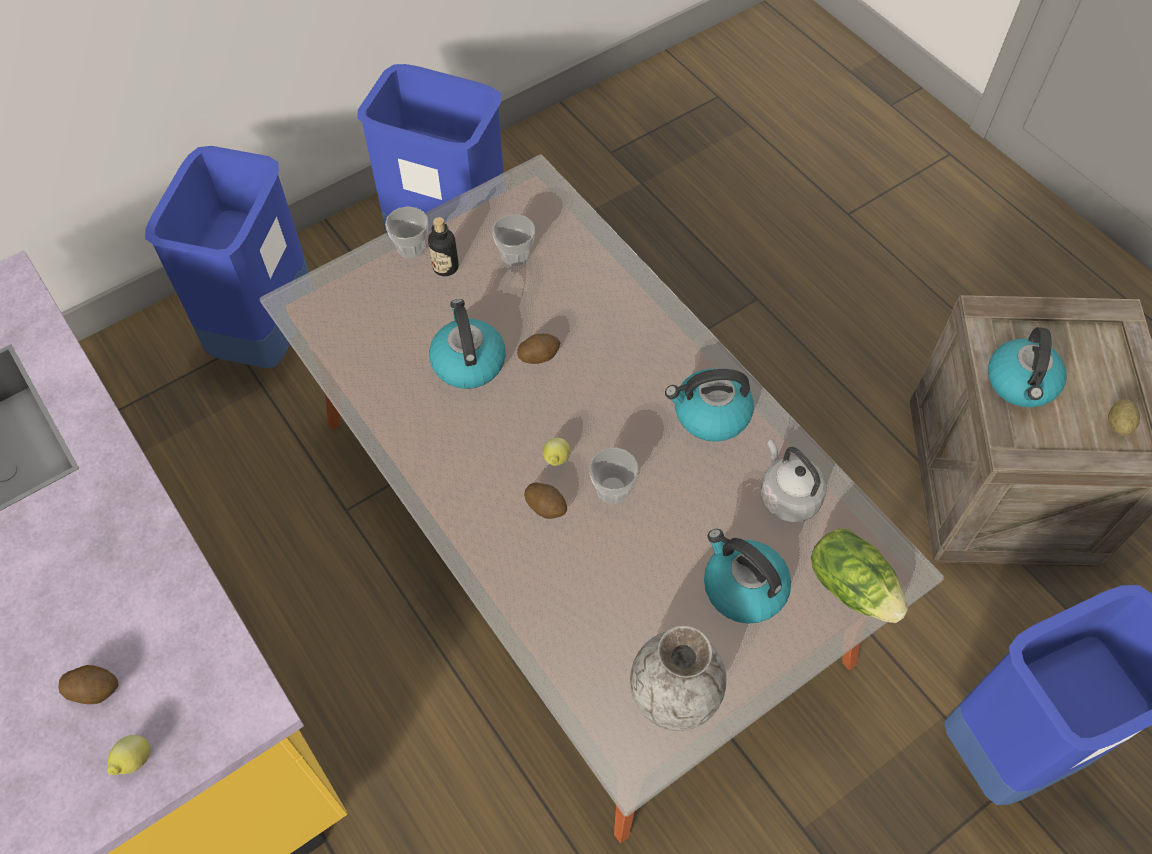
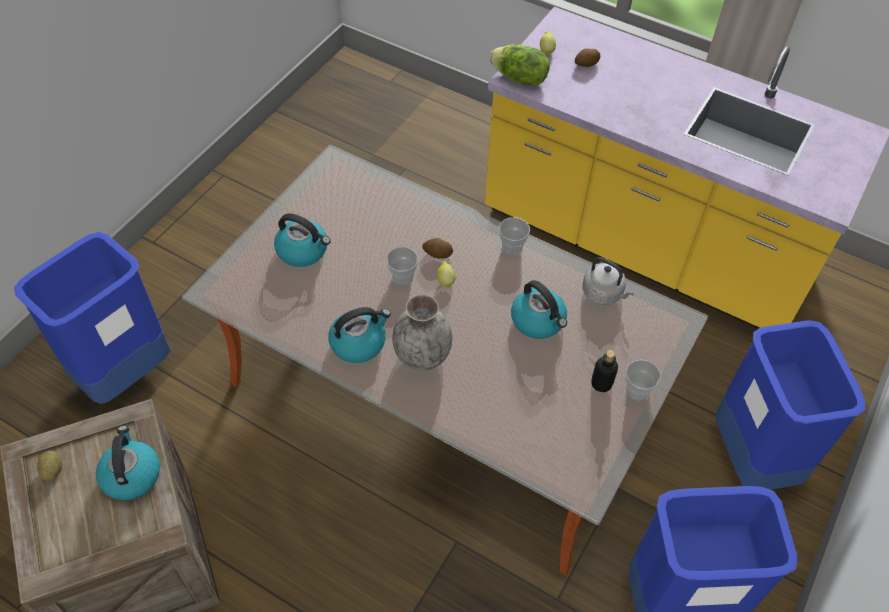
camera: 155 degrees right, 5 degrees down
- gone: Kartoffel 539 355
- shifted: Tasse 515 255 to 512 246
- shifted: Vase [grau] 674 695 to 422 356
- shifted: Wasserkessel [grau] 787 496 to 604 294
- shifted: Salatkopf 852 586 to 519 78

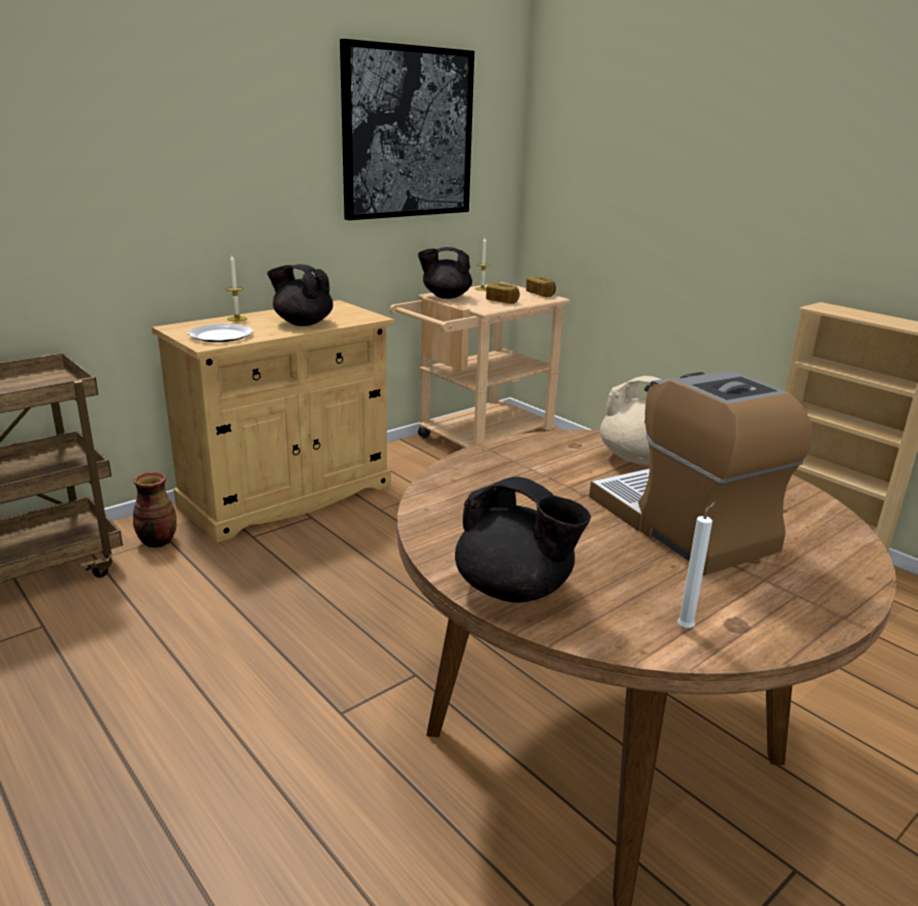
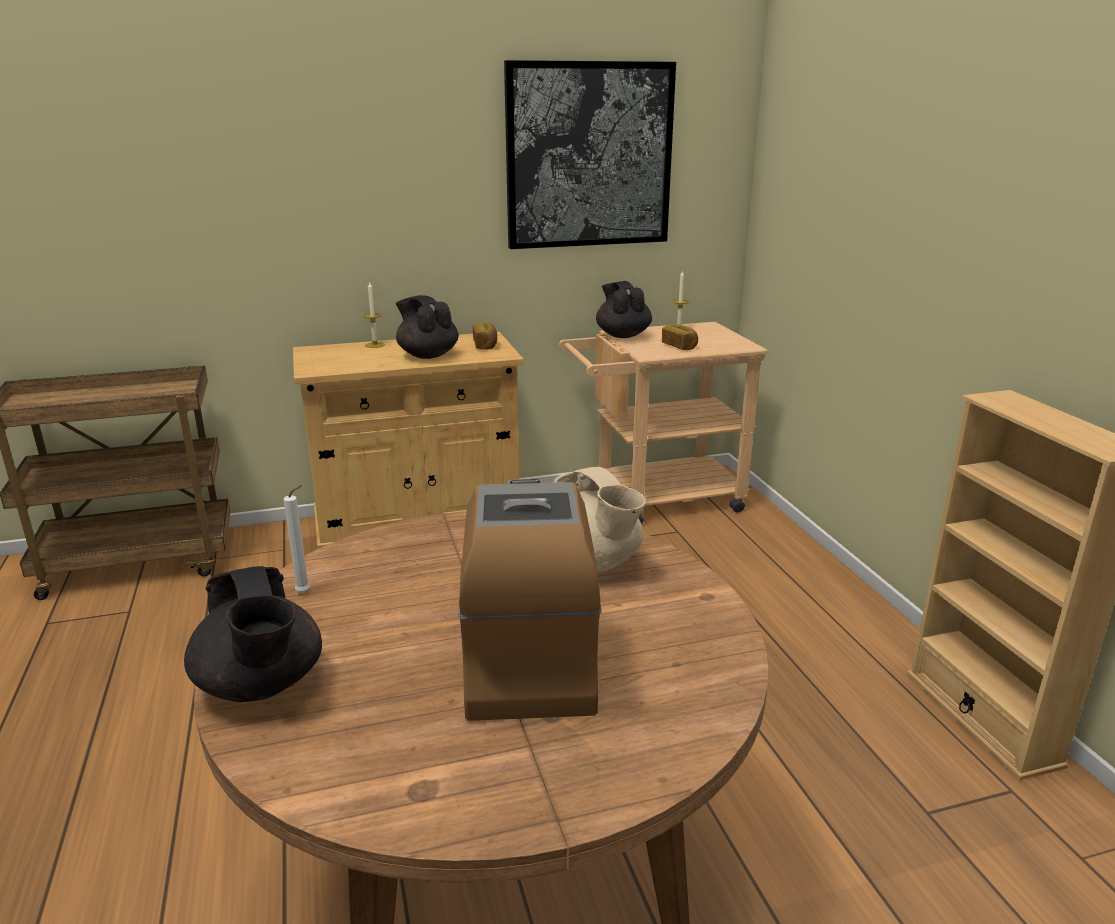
camera: 25 degrees right, 0 degrees up
- gone: Vase 156 542
- gone: Teller 221 335
- shifted: Brot 540 294 to 485 345
- shifted: Kerze [weiß] 687 627 to 305 592
- rotated: Teekanne [schwarz] 445 296 = 622 335 45 degrees clockwise

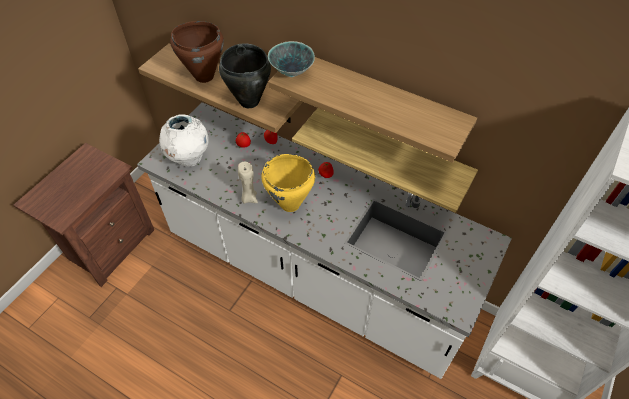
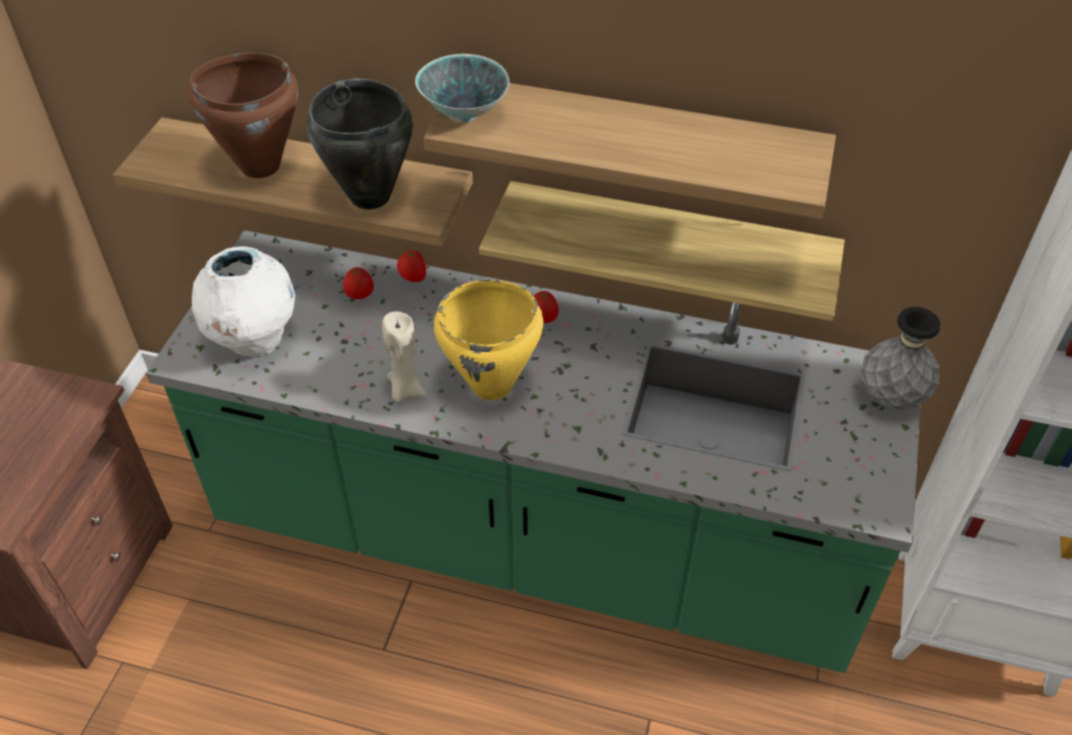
camera: 15 degrees left, 5 degrees down
- new: Vase [grau] 891 398
- repainted: Küchenzeile [weiß] 314 275 to Küchenzeile [grün] 536 540

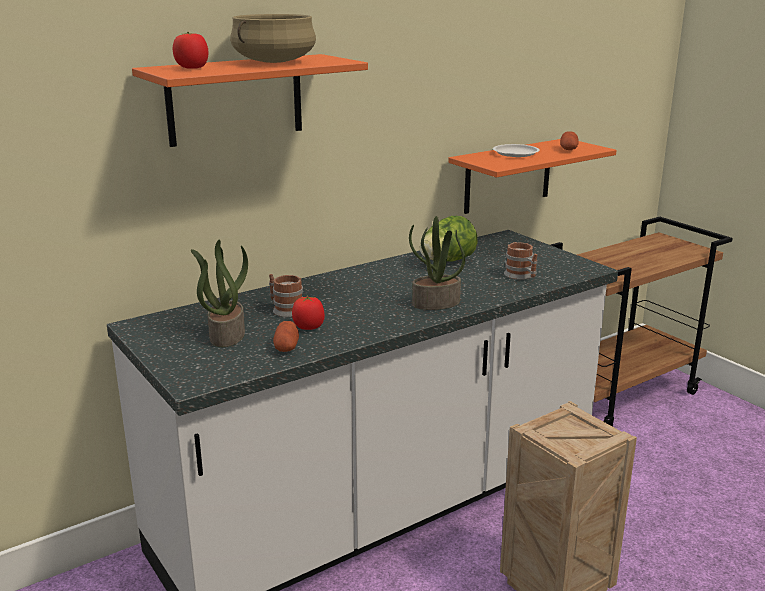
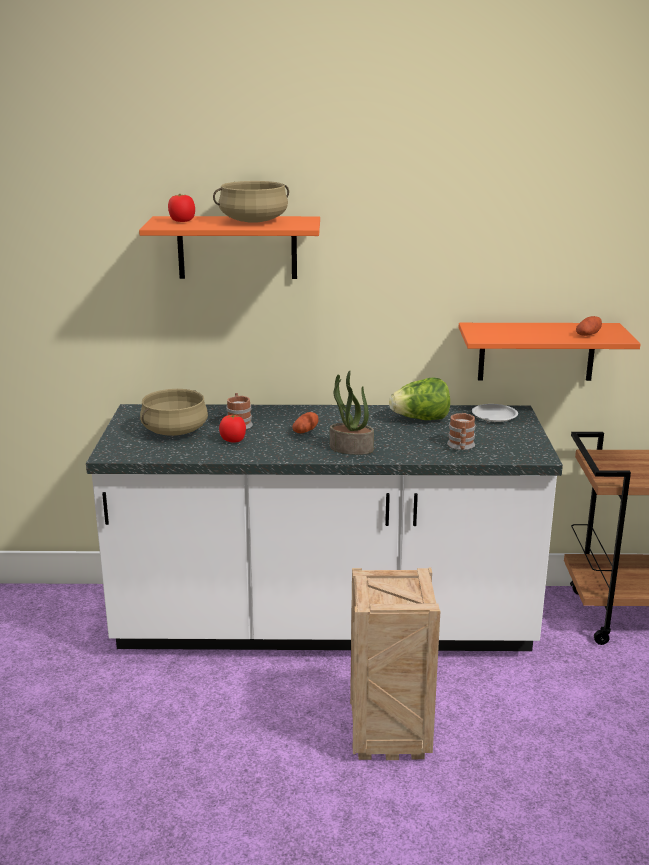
camera: 35 degrees right, 0 degrees up
- shifted: Kartoffel 286 347 to 305 431
- shifted: Teller [weiß] 515 153 to 494 416
- swapped: Topfpflanze 226 335 to Kochtopf [beige] 174 431

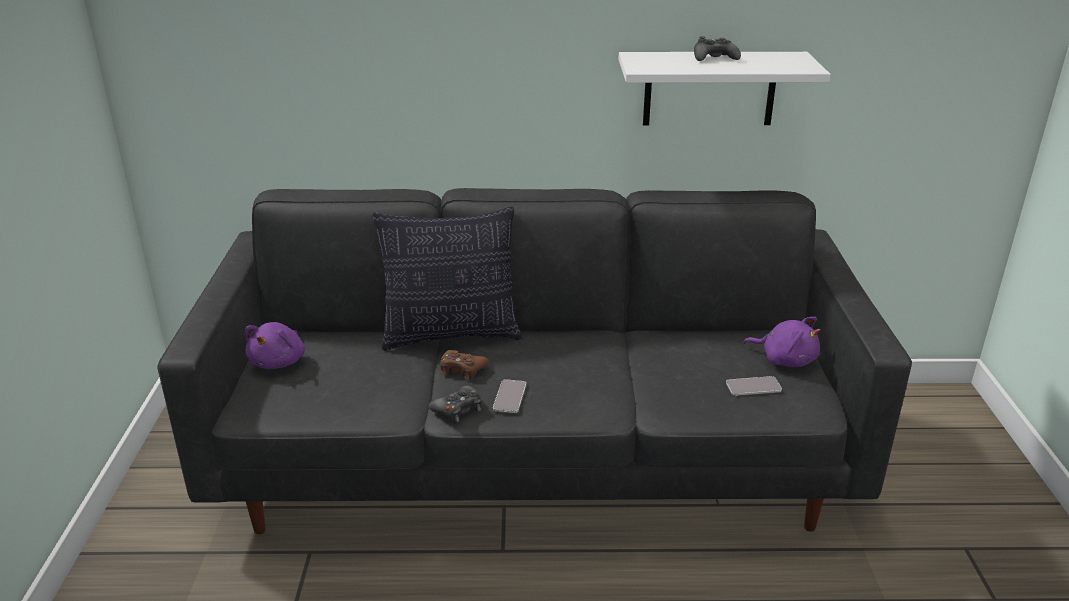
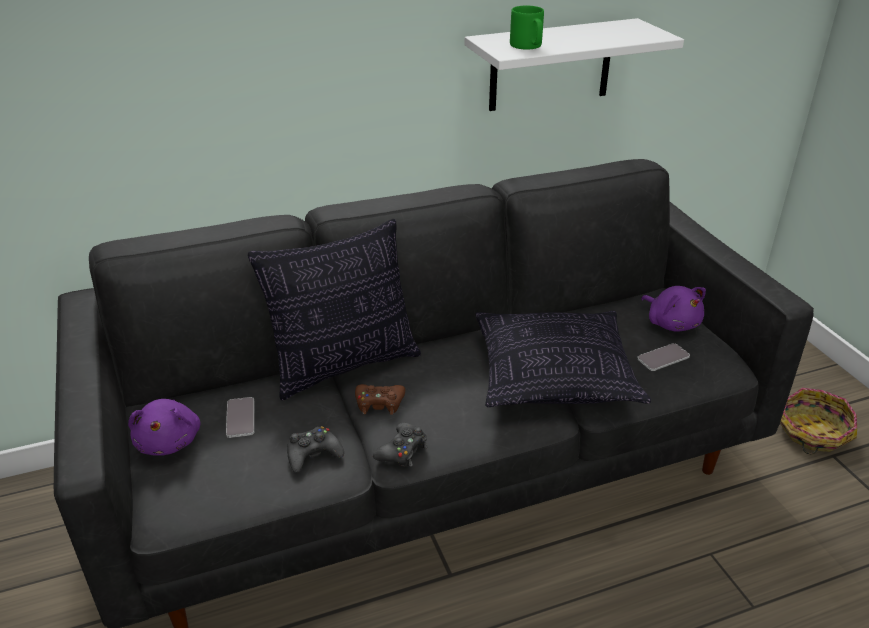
camera: 20 degrees left, 5 degrees up
- new: Kissen 554 377
- new: Henkelbecher [grün] 527 46
- new: Korb 812 432
- shifted: Handy 509 397 to 240 418
- shifted: Gamepad [schwarz] 714 58 to 313 454
- rotated: Plüschtier [lila] 785 359 = 671 323 45 degrees clockwise

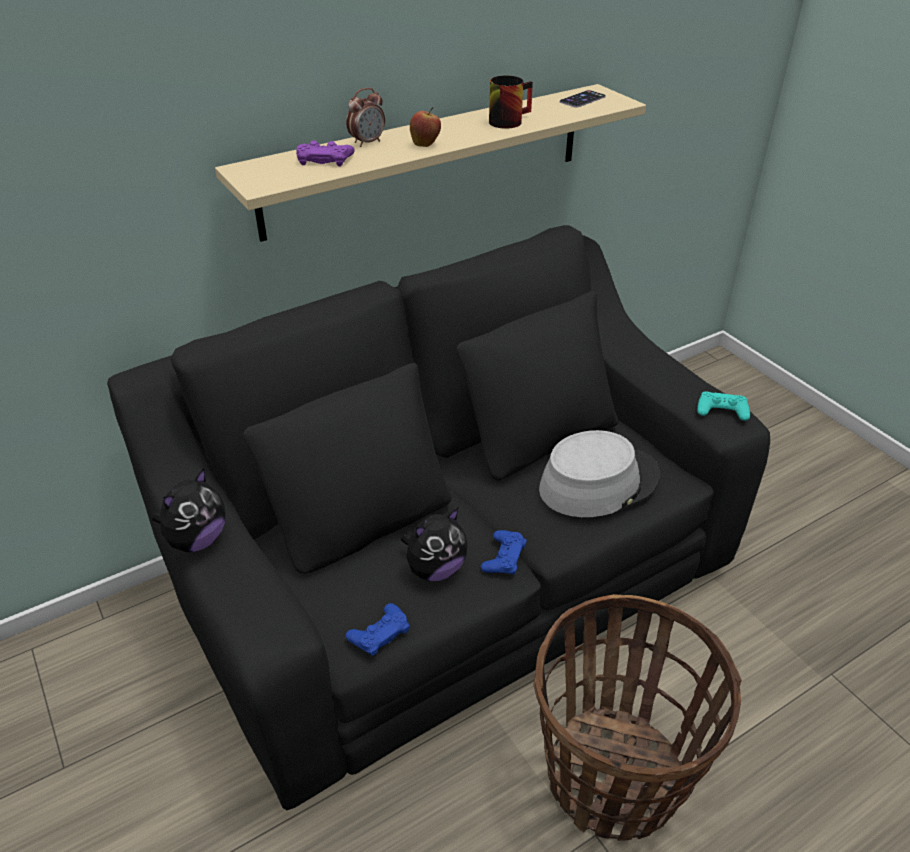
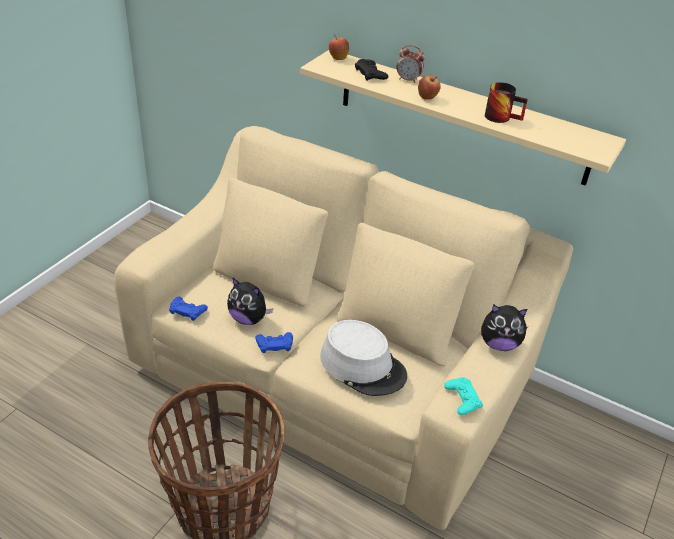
camera: 60 degrees right, 0 degrees up
- gone: Handy 582 99
- new: Apfel 338 58
- shifted: Plüschtier 197 540 to 499 344
- repainted: Sofa [schwarz] 454 577 to Sofa [beige] 329 378
- repainted: Gamepad [lila] 324 159 to Gamepad [schwarz] 370 74

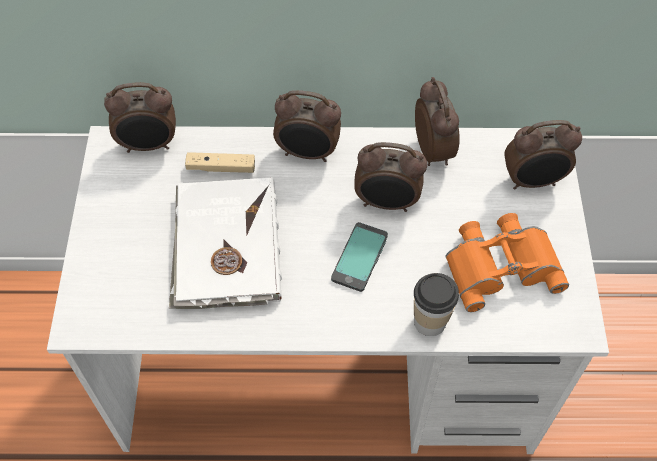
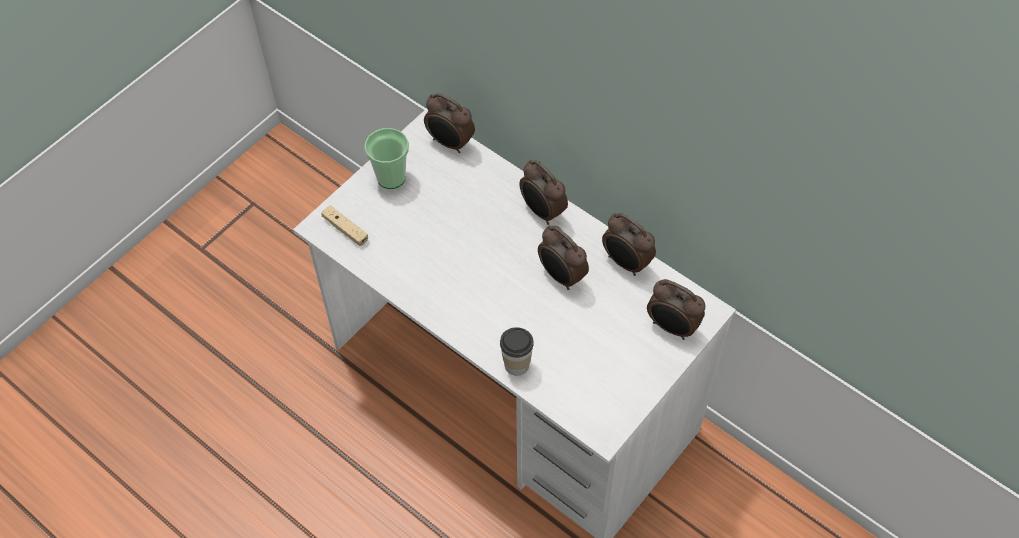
camera: 40 degrees right, 0 degrees up
- gone: Buch [weiß] 225 247
- gone: Handy 360 257
- gone: Fernglas [orange] 501 264
- new: Tasse 391 177
- shifted: Gamepad [beige] 221 168 to 345 229
- rotated: Wecker 433 150 = 626 263 105 degrees clockwise

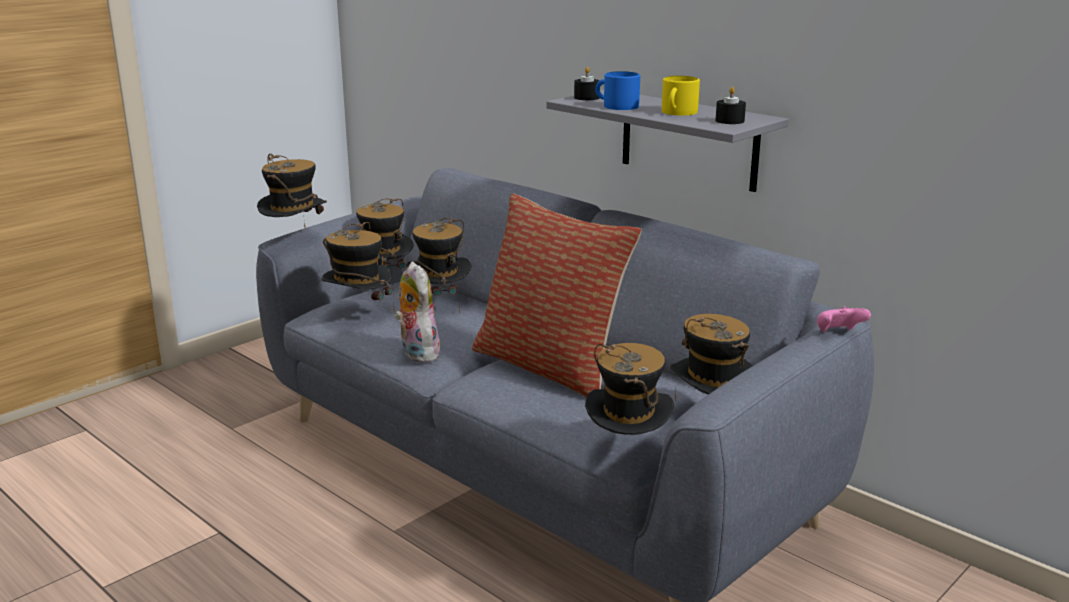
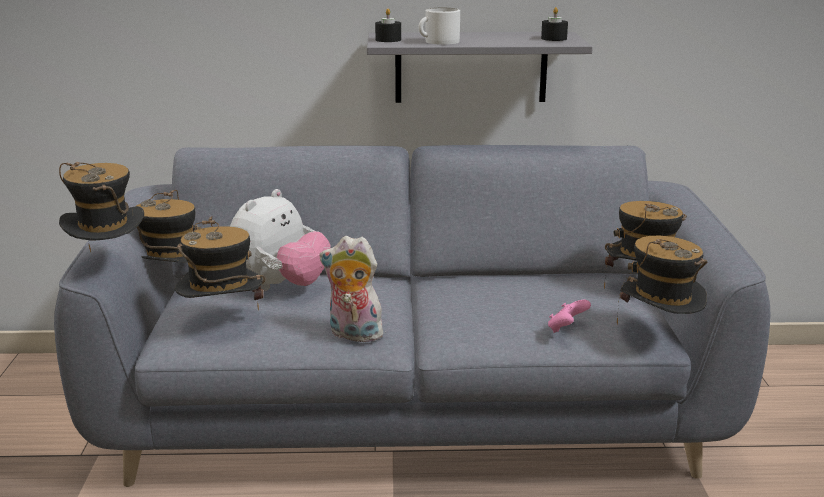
camera: 45 degrees left, 0 degrees up
- gone: Kissen 551 366
- gone: Henkelbecher [gelb] 677 112
- shifted: Gamepad [rosa] 838 333 to 566 329
- swapped: Hut 440 303 to Plüschtier 279 287
- repainted: Henkelbecher [blau] 616 106 to Henkelbecher [weiß] 438 42

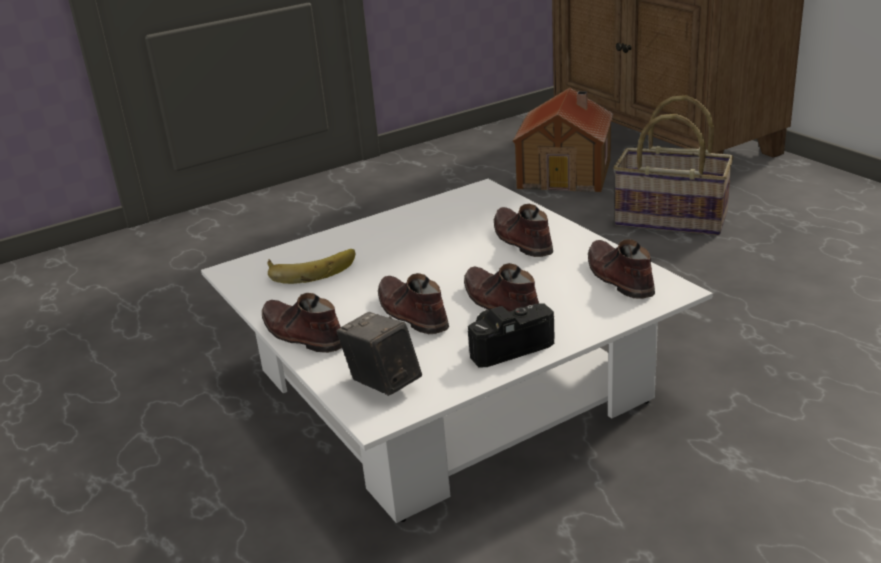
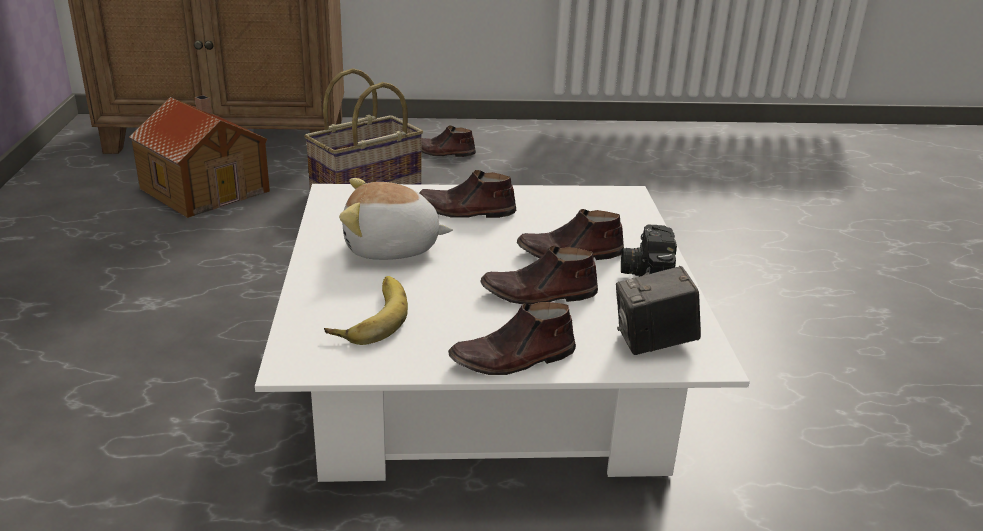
camera: 65 degrees left, 0 degrees up
- new: Plüschtier 391 248
- shifted: Schuh [braun] 618 277 to 443 152

